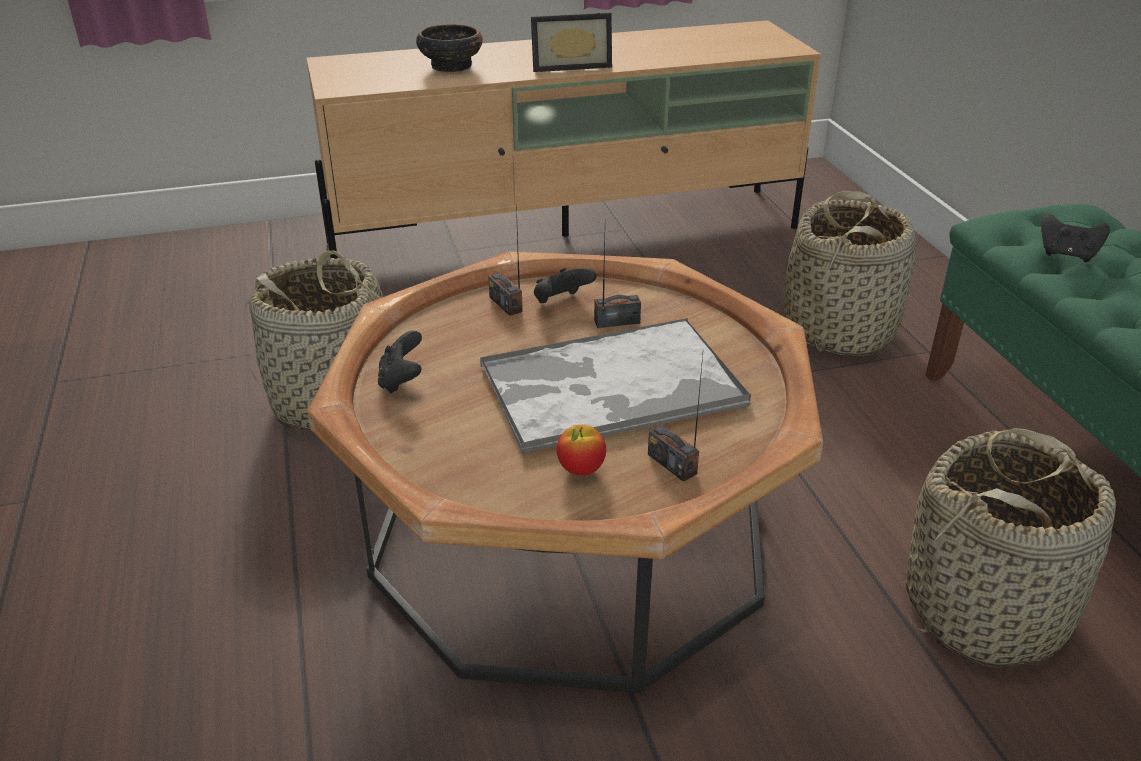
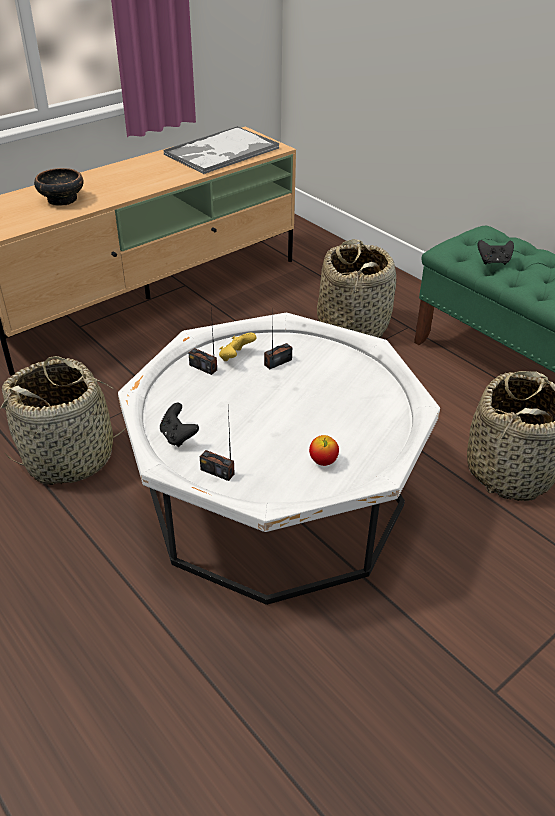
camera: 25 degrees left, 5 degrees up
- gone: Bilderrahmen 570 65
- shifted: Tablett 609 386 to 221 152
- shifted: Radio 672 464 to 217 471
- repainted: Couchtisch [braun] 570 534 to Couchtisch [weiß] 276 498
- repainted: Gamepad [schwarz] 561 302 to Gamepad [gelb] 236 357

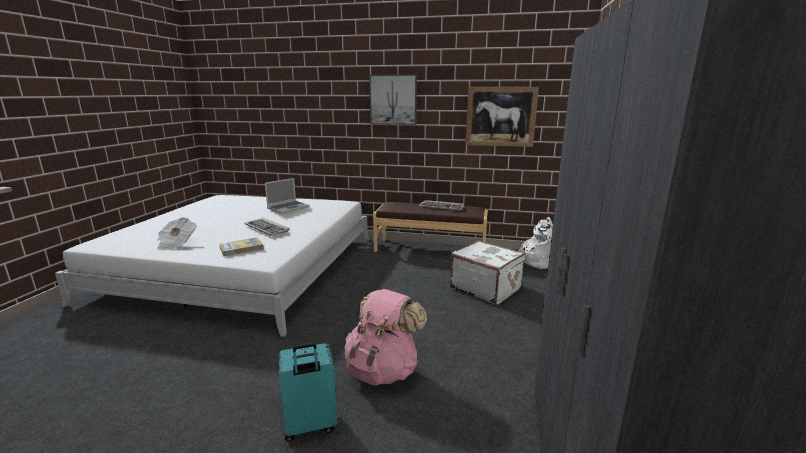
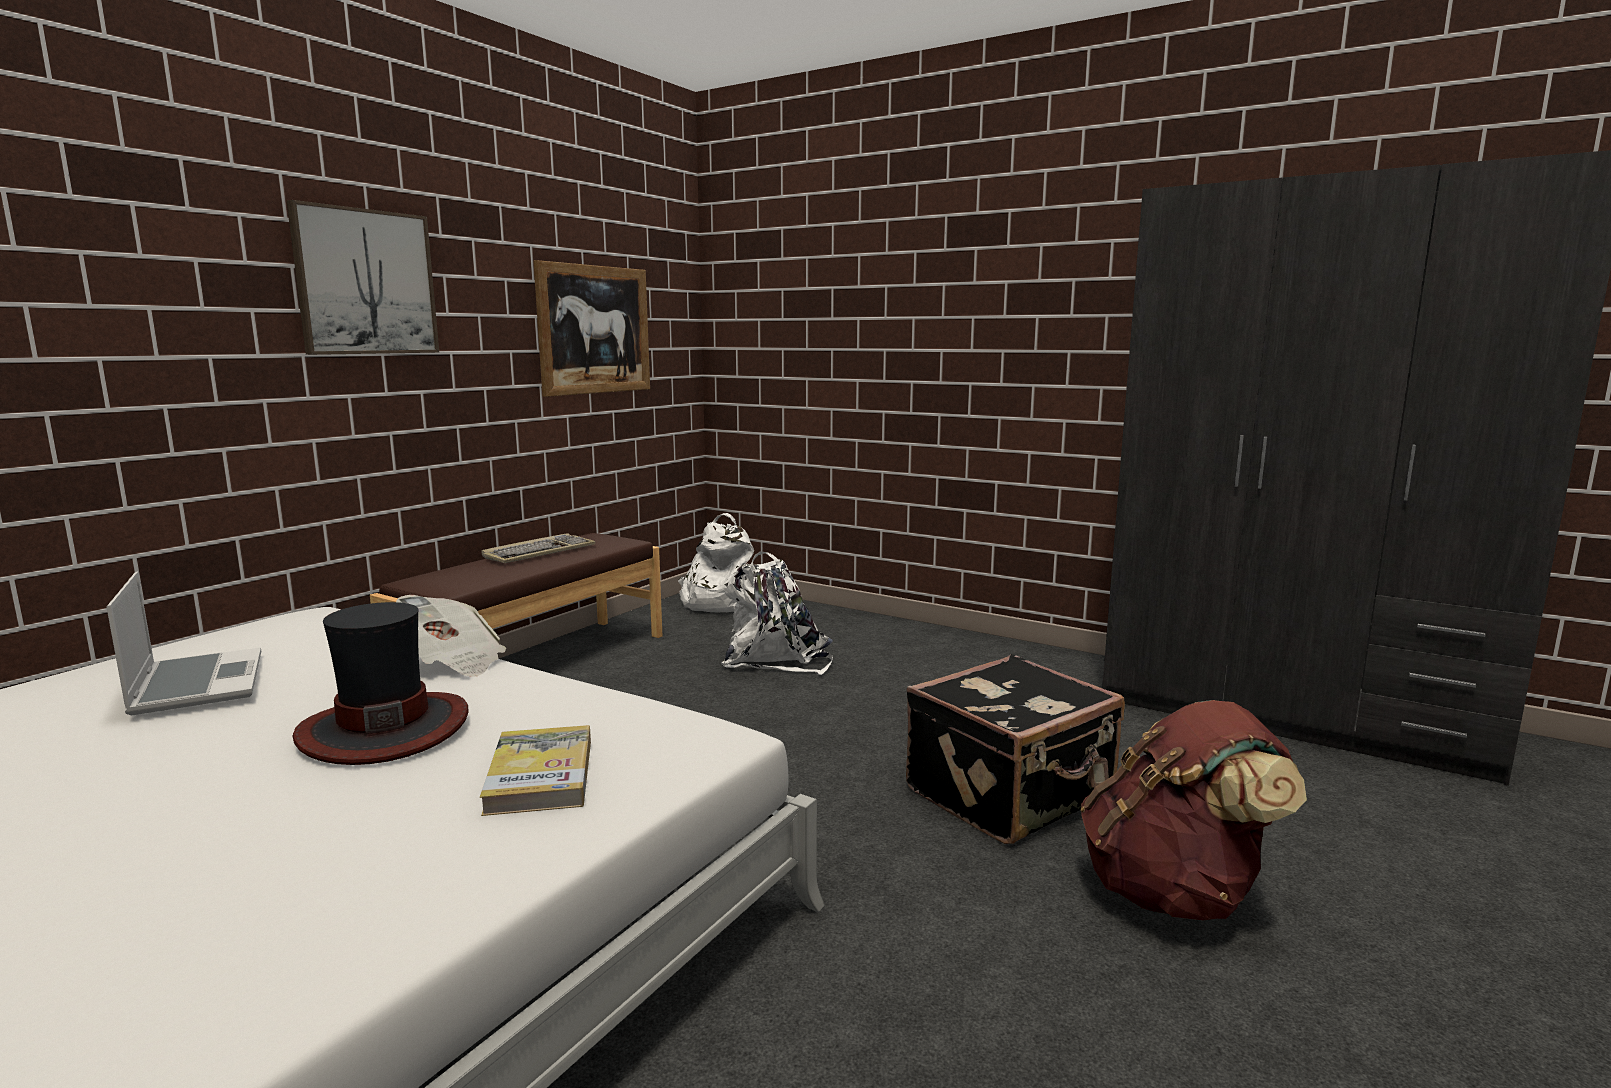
camera: 70 degrees left, 5 degrees down
- shifted: Zeitung 176 244 to 449 662
- swapped: Tastatur 267 228 to Hut 384 728
- swapped: Koffer [türkis] 310 426 to Rucksack [braun] 1175 892
- swapped: Rucksack [rosa] 383 370 to Koffer [schwarz] 1012 795
- swapped: Koffer [weiß] 486 288 to Rucksack [weiß] 776 659

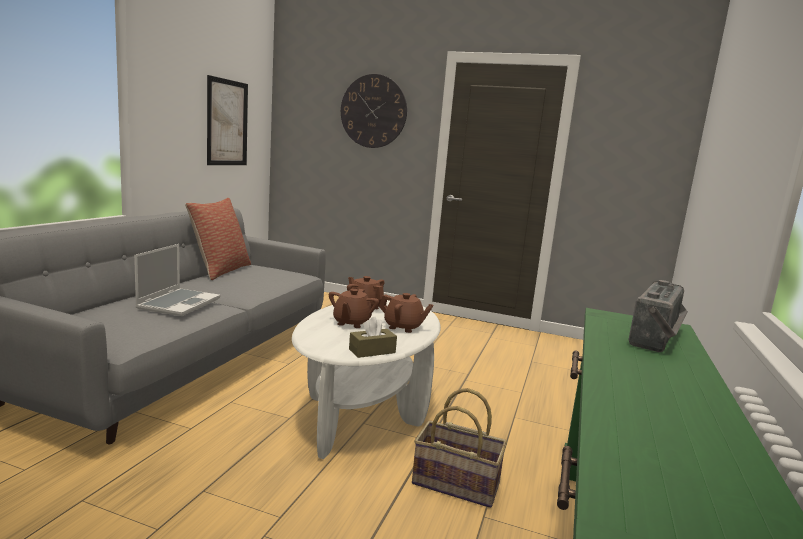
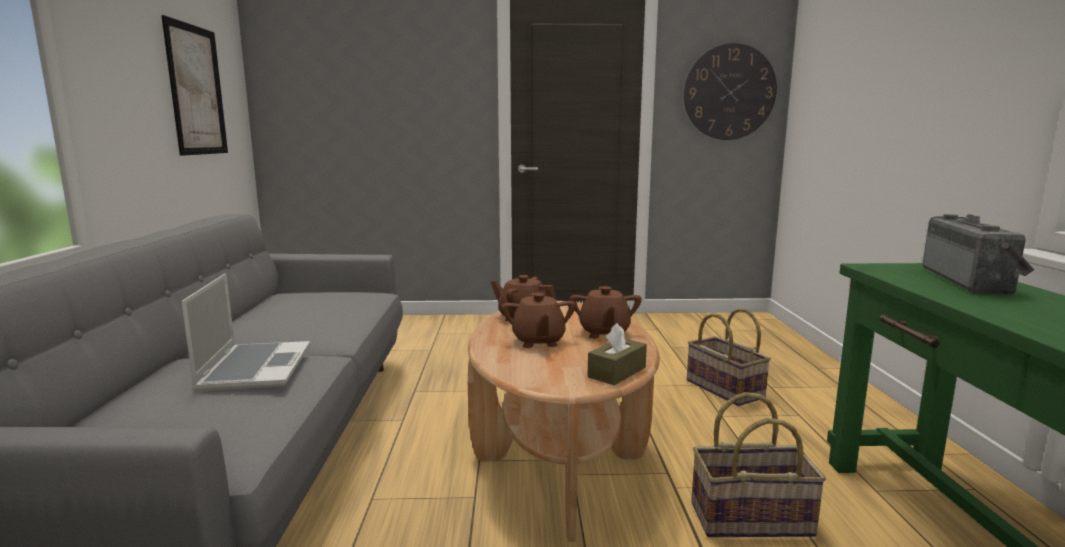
camera: 20 degrees left, 0 degrees up
- gone: Kissen 220 270
- new: Korb 723 389
- shifted: Wanduhr 373 111 to 729 92
- repainted: Couchtisch [weiß] 364 412 to Couchtisch [braun] 560 459
- rotated: Teekanne [braun] 403 327 = 604 333 90 degrees clockwise

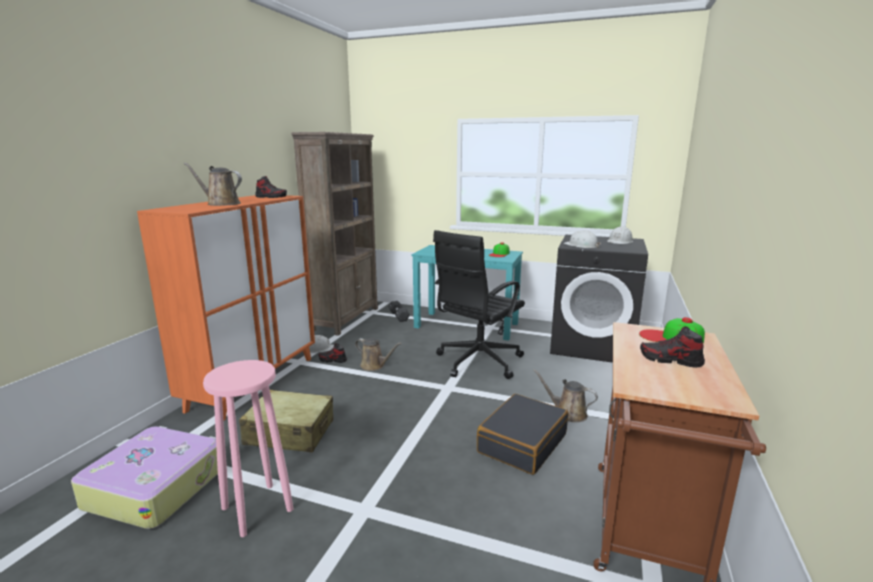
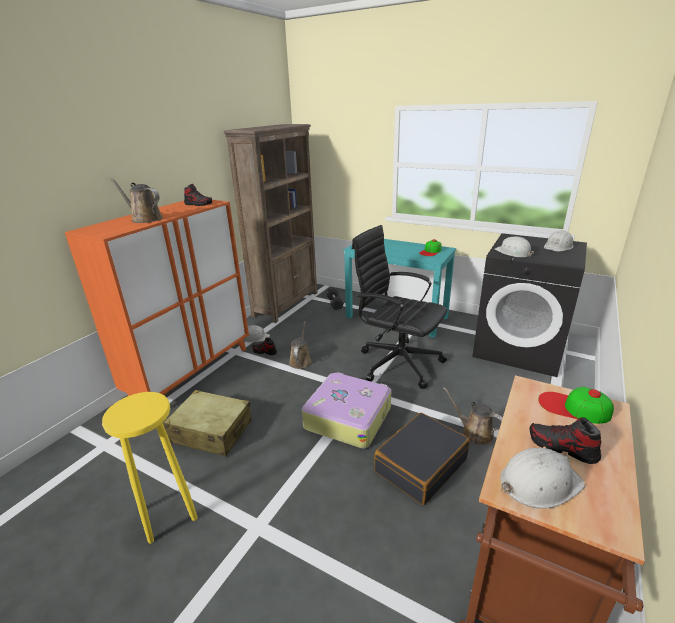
camera: 10 degrees right, 10 degrees up
- new: Schutzhelm [weiß] 538 482
- shifted: Koffer 156 487 to 348 417
- repainted: Hocker [rosa] 257 508 to Hocker [gelb] 167 513
- rotated: Gießkanne [braun] 374 366 = 300 360 120 degrees counterclockwise
- rotated: Bürostuhl [schwarz] 477 362 = 397 362 75 degrees clockwise

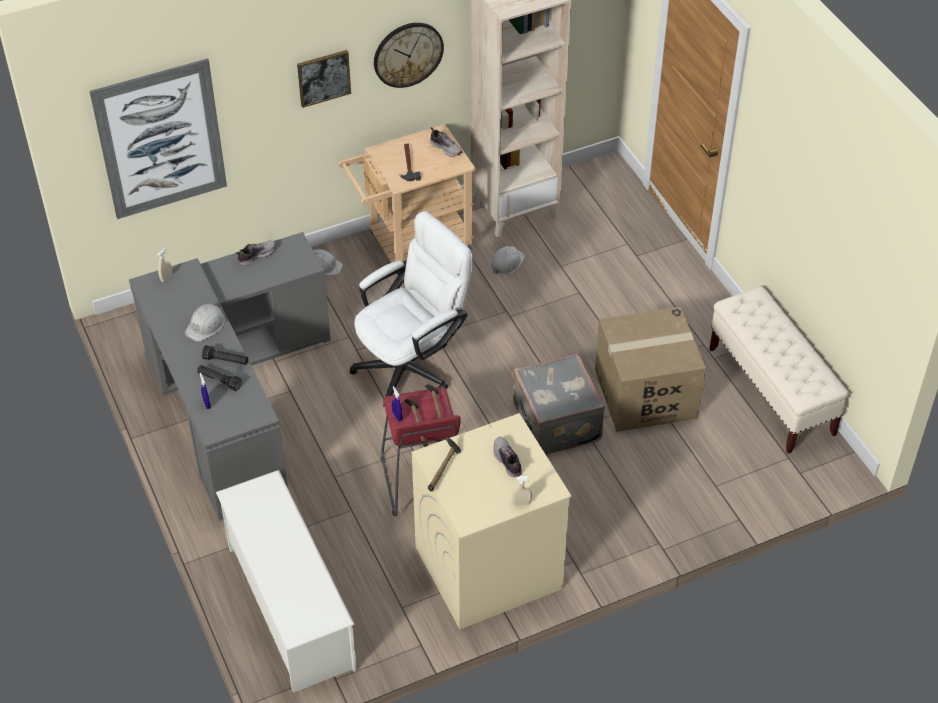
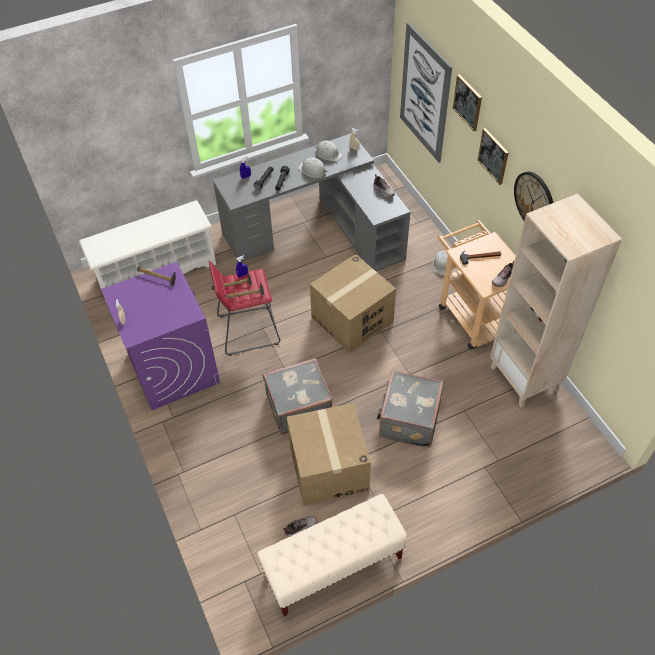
camera: 90 degrees right, 5 degrees up
- new: Koffer [grau] 408 420
- new: Bild 468 102
- shifted: Schutzhelm [weiß] 506 263 to 328 153
- shifted: Schuh 507 461 to 300 527
- swapped: Bürostuhl [weiß] 412 364 to Karton 352 320
- repainted: Waschmaschine [beige] 487 568 to Waschmaschine [lila] 172 367

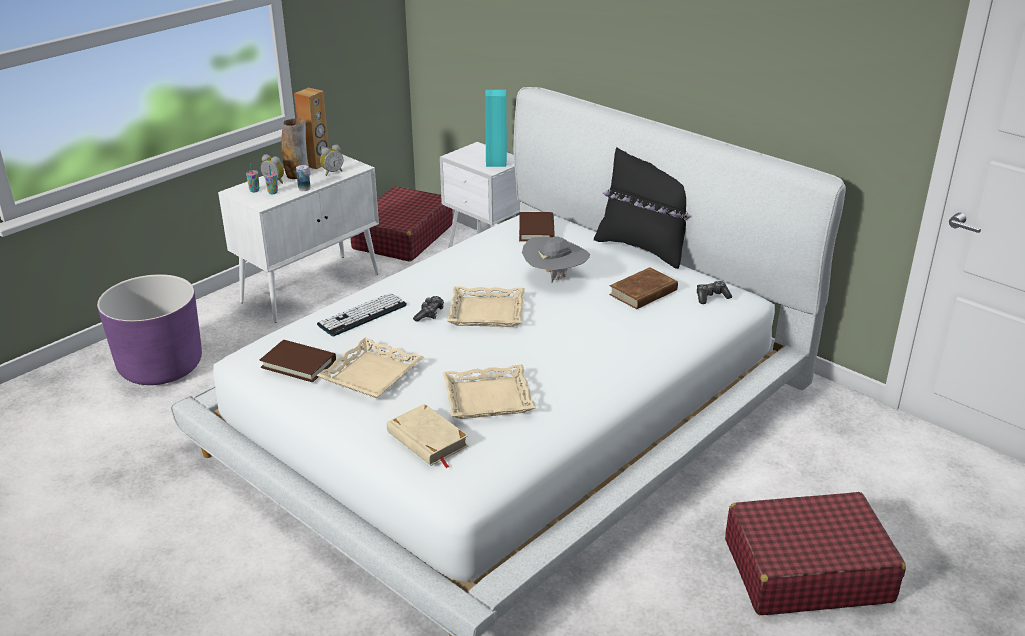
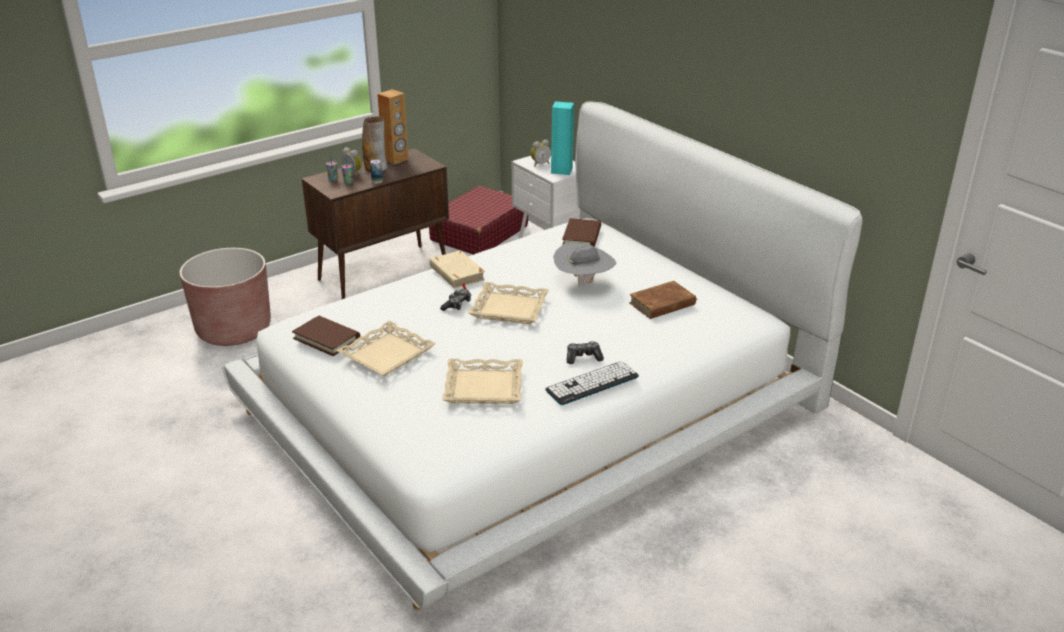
camera: 10 degrees right, 0 degrees up
- gone: Kissen [schwarz] 644 249
- gone: Koffer [rot] 806 570
- shifted: Tastatur 362 315 to 592 383
- shifted: Wecker 332 172 to 540 164
- shifted: Buch [beige] 427 440 to 457 273
- shifted: Gamepad 711 297 to 583 357
- repainted: Pflanzkübel [lila] 161 366 to Pflanzkübel [braun] 234 330
- repainted: Schrank [weiß] 312 287 to Schrank [braun] 384 272

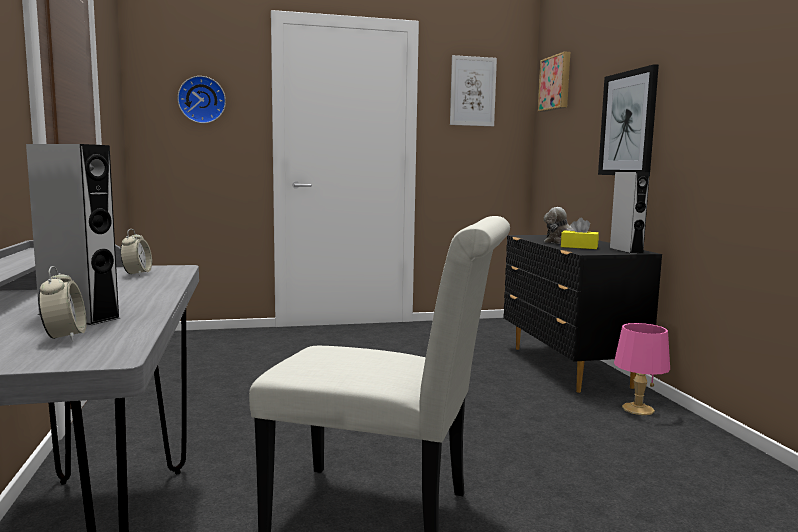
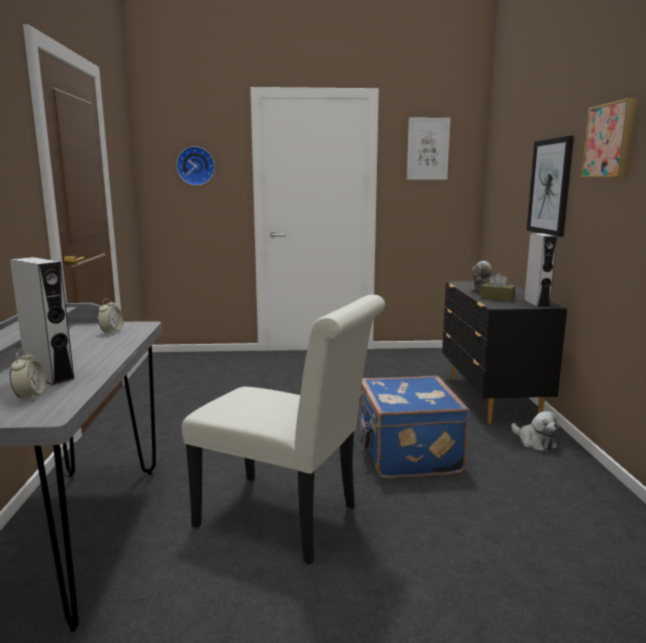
camera: 10 degrees right, 5 degrees up
- new: Koffer [blau] 406 454
- shifted: Bild 556 83 to 611 141
- swapped: Tischlampe [rosa] 637 409 to Plüschtier 534 442
- repainted: Taschentuchbox [gelb] 579 247 to Taschentuchbox [braun] 497 298

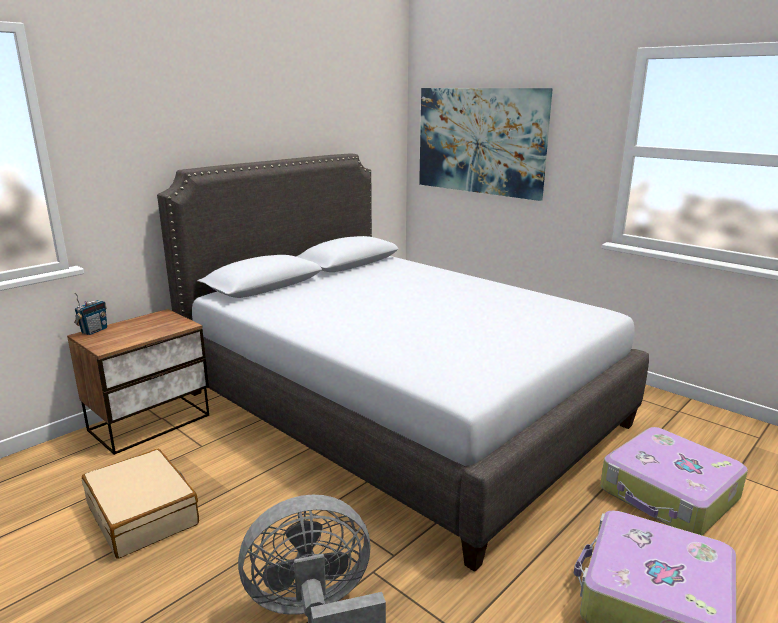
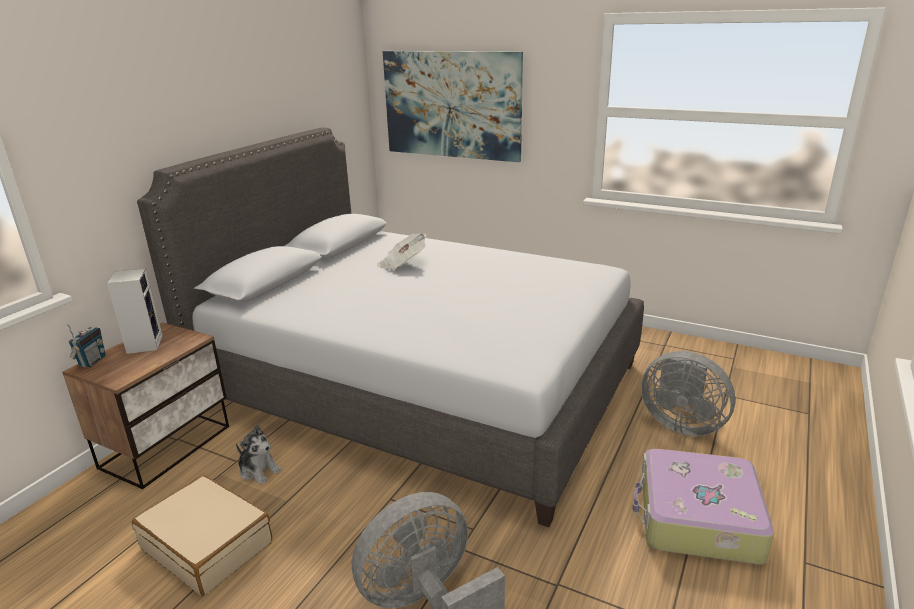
camera: 15 degrees left, 5 degrees up
- new: Lautsprecher 144 344
- new: Plüschtier 259 470
- new: Zeitung 402 264
- swapped: Koffer 669 495 to Ventilator [grau] 681 423

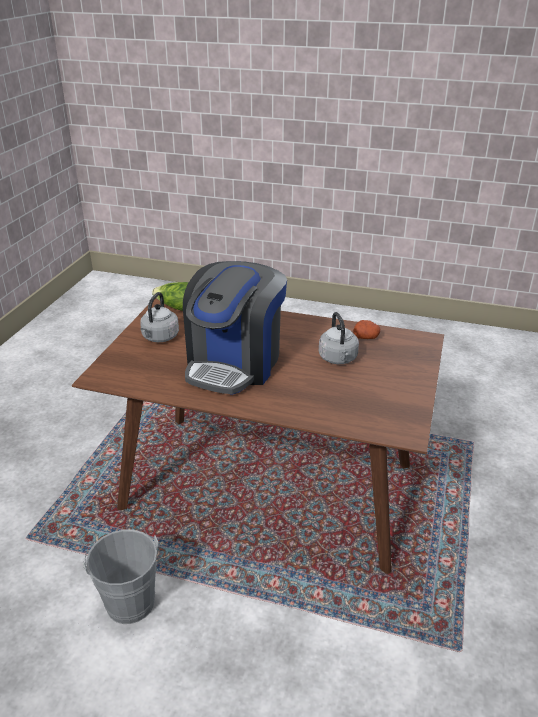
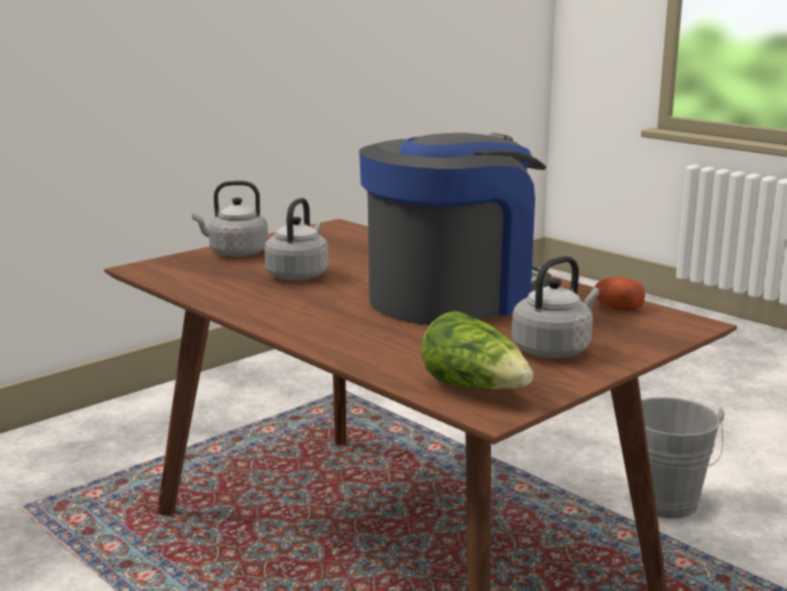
camera: 150 degrees left, 15 degrees down
- new: Wasserkessel [grau] 235 253
- shifted: Kartoffel 366 337 to 617 308

